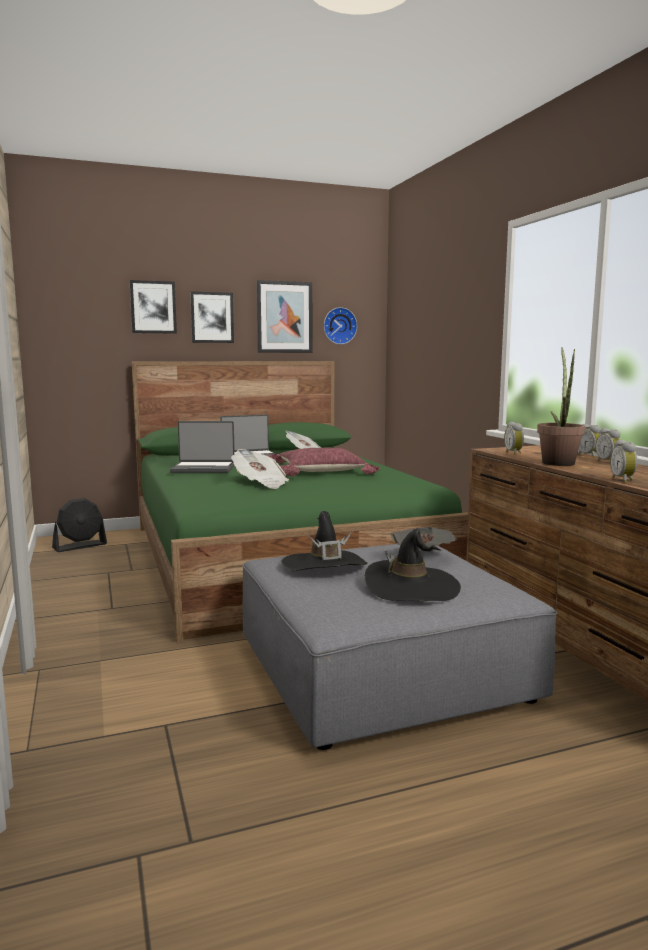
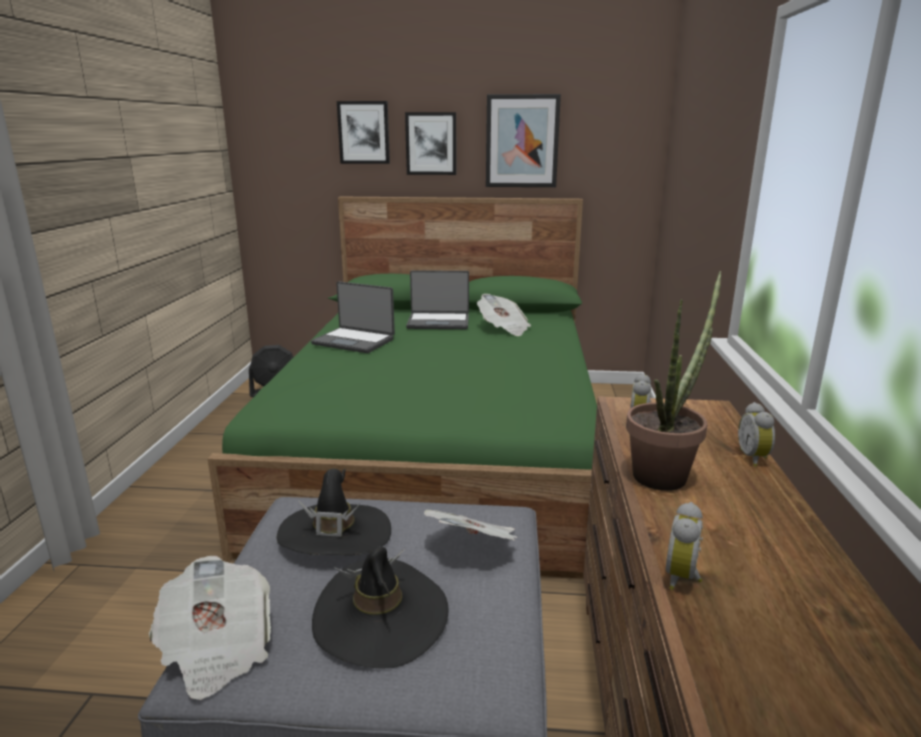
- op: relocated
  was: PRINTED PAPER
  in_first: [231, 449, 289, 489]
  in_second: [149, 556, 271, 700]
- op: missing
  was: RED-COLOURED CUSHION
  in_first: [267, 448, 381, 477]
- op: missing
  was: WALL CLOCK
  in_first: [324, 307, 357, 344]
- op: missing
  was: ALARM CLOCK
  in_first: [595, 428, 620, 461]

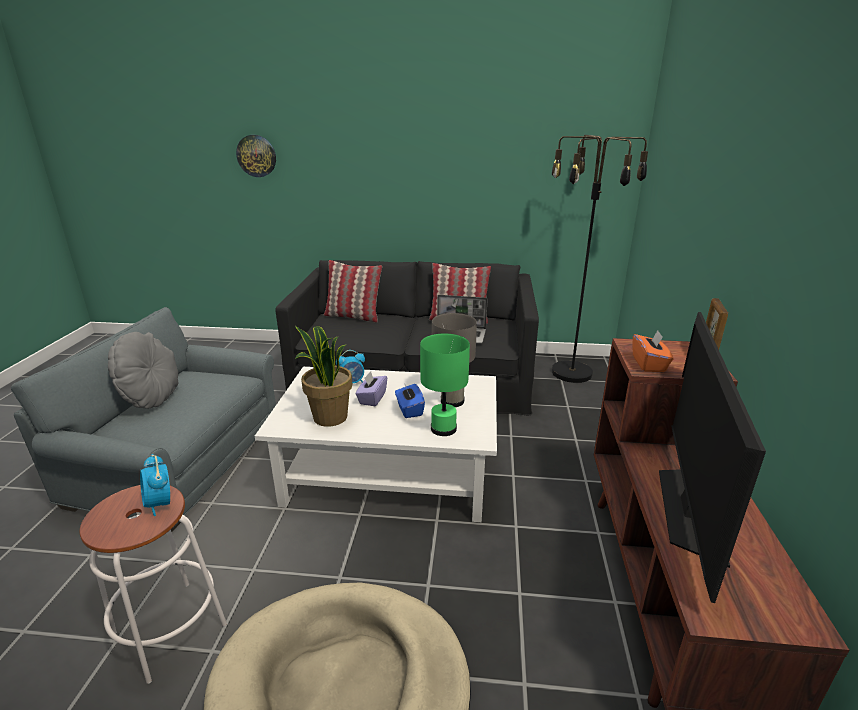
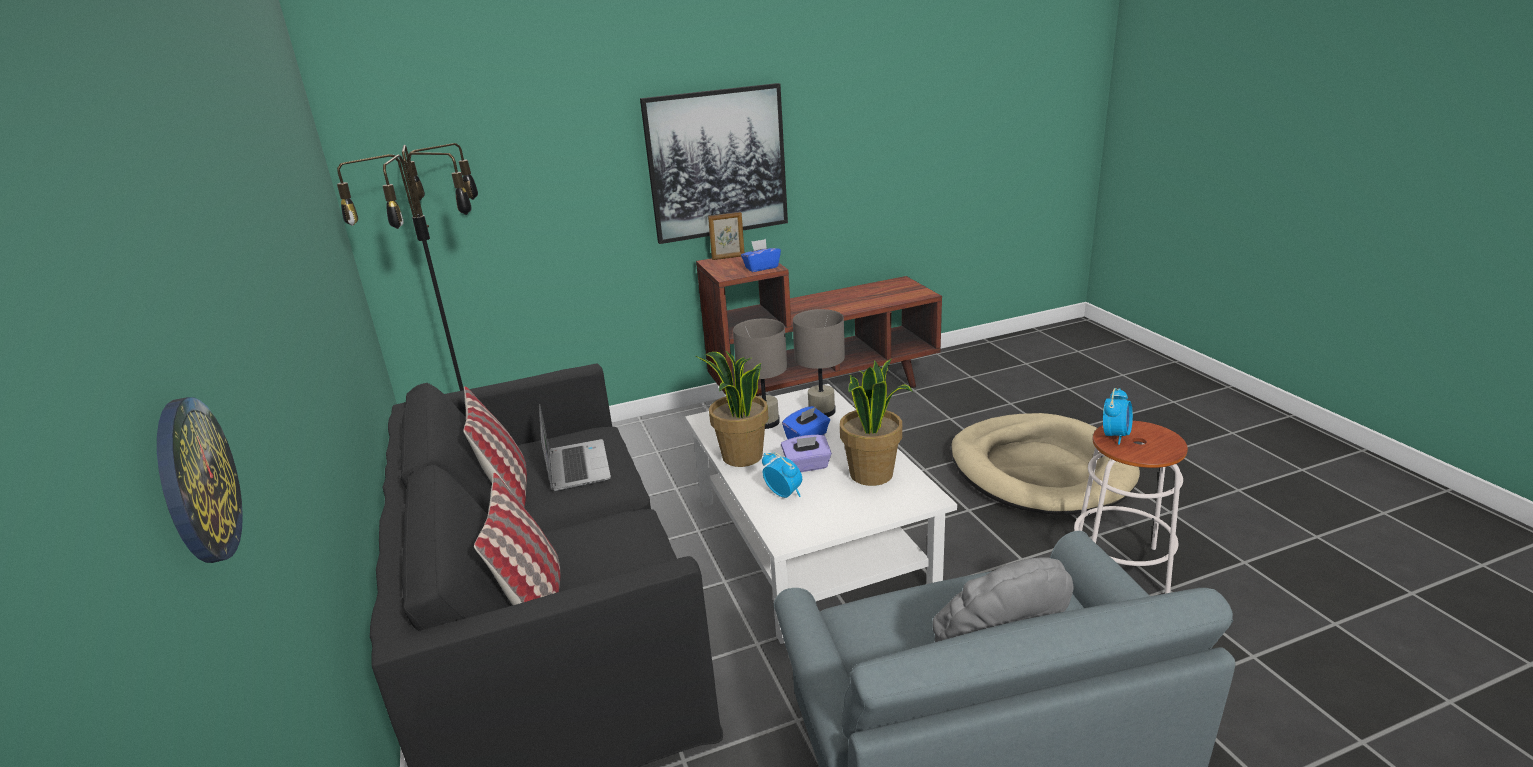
- op: colour
  was: GREEN-COLOURED LAMP FOR A TABLE
  now: GREY LAMP FOR A TABLE
  in_first: [420, 333, 470, 436]
  in_second: [793, 309, 845, 417]
- op: colour
  was: ORANGE-COLOURED TISSUE BOX
  now: BLUE-COLOURED TISSUE BOX
  in_first: [632, 330, 673, 372]
  in_second: [741, 239, 781, 272]
- op: missing
  was: TV SET
  in_first: [659, 312, 766, 603]
- op: appeared
  now: WALL PICTURE
  in_second: [640, 83, 788, 244]
- op: appeared
  now: HOUSEPLANT
  in_second: [696, 350, 769, 467]

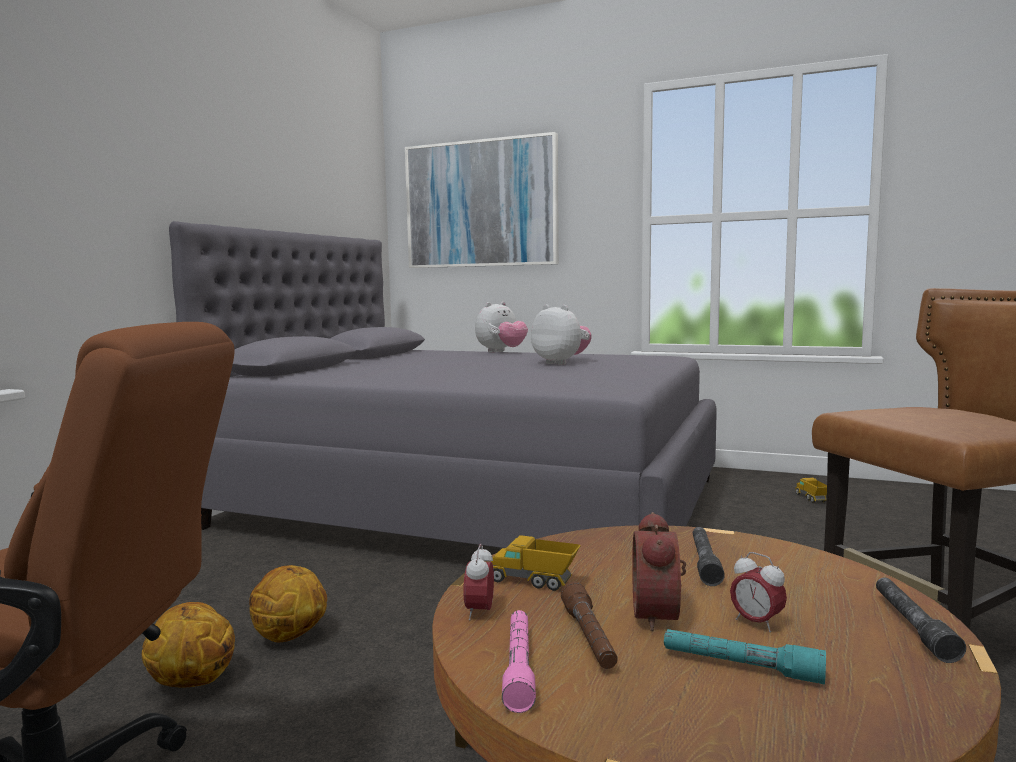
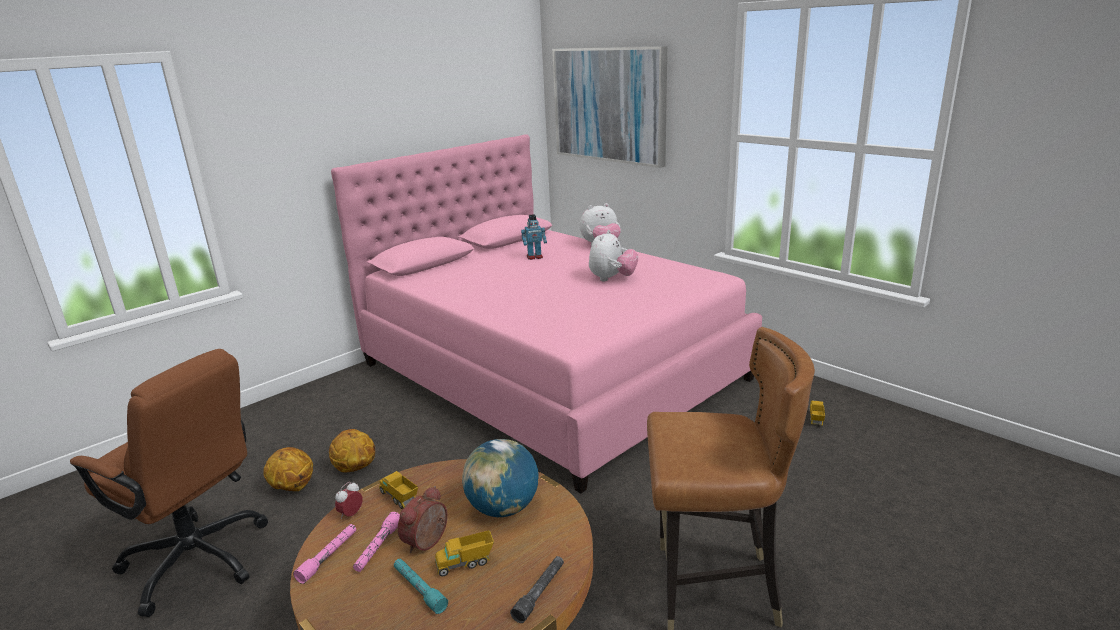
- op: colour
  was: GREY SLEEPING BED
  now: PINKISH SLEEPING BED
  in_first: [169, 221, 717, 548]
  in_second: [331, 134, 762, 493]
- op: spun
  was: CUDDLY TOY
  in_first: [531, 305, 592, 365]
  in_second: [589, 230, 638, 281]
  clockwise: 45
- op: colour
  was: BROWN-COLOURED FLASHLIGHT
  now: PINKISH FLASHLIGHT
  in_first: [561, 582, 618, 669]
  in_second: [353, 512, 400, 572]
- op: exchanged
  was: GREY FLASHLIGHT
  now: GLOBE
  in_first: [693, 527, 725, 586]
  in_second: [462, 439, 539, 517]
- op: exchanged
  was: ALARM CLOCK
  now: TOY TRUCK
  in_first: [730, 552, 787, 632]
  in_second: [435, 530, 494, 577]
- op: appeared
  now: MODEL ROBOT
  in_second: [521, 214, 547, 260]

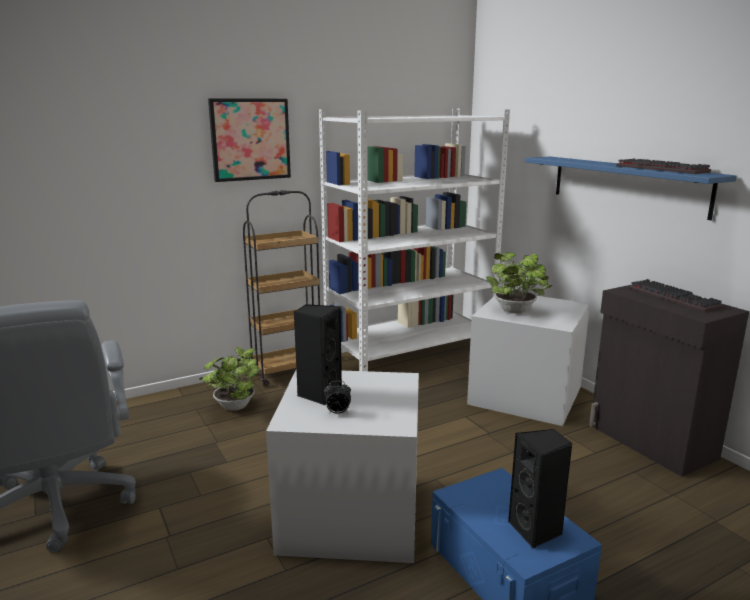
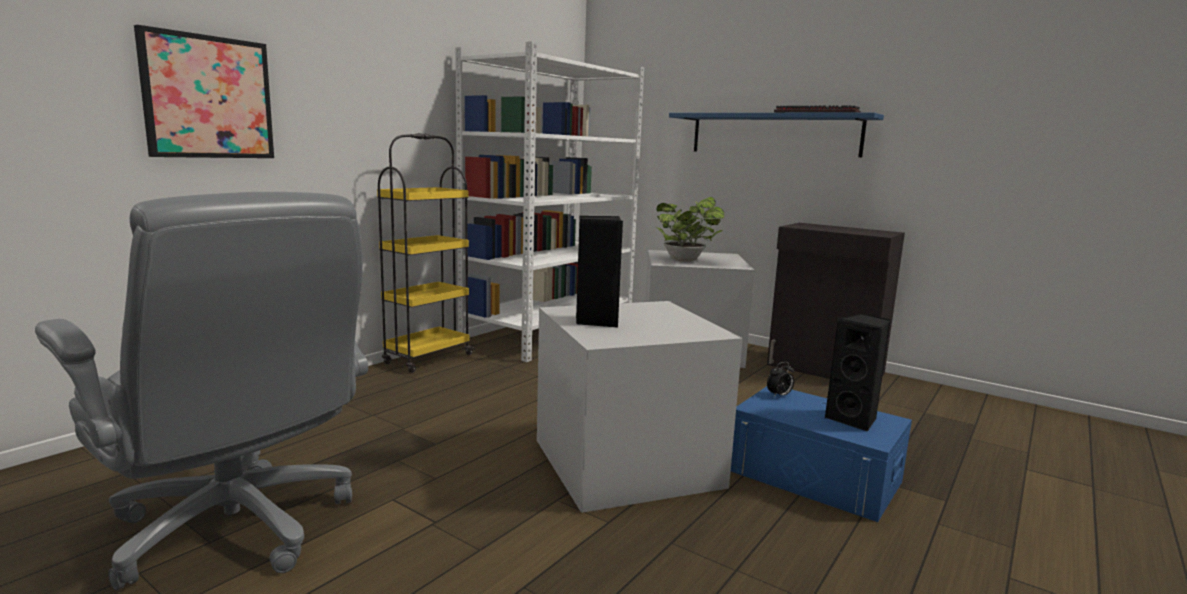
- op: missing
  was: HOUSEPLANT
  in_first: [199, 347, 259, 411]
- op: relocated
  was: WALL PICTURE
  in_first: [208, 98, 291, 182]
  in_second: [134, 25, 274, 158]
- op: colour
  was: BROWN-COLOURED WHEELED CART
  now: YELLOW WHEELED CART
  in_first: [243, 190, 320, 386]
  in_second: [377, 133, 476, 373]
- op: relocated
  was: ALARM CLOCK
  in_first: [324, 381, 351, 414]
  in_second: [767, 362, 794, 397]
- op: missing
  was: KEYBOARD
  in_first: [629, 279, 723, 312]

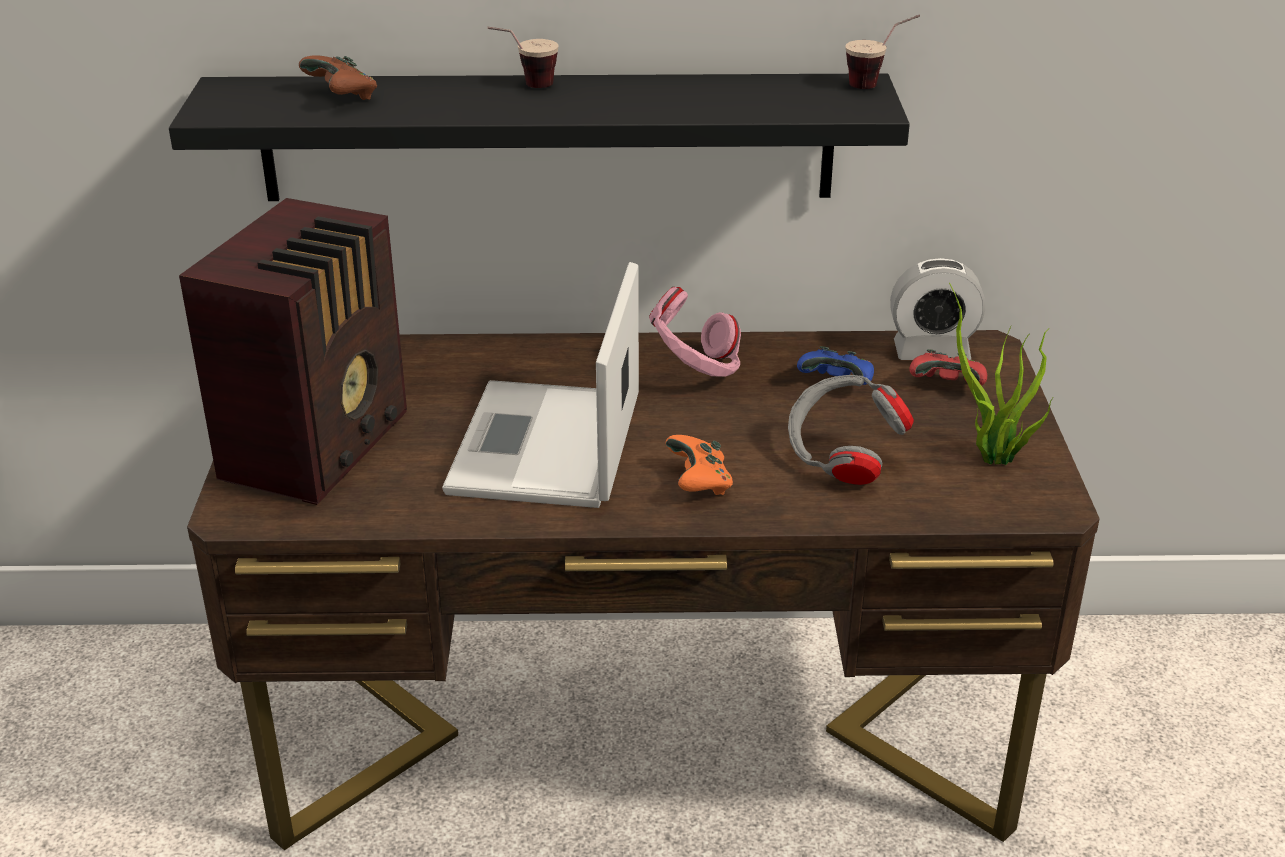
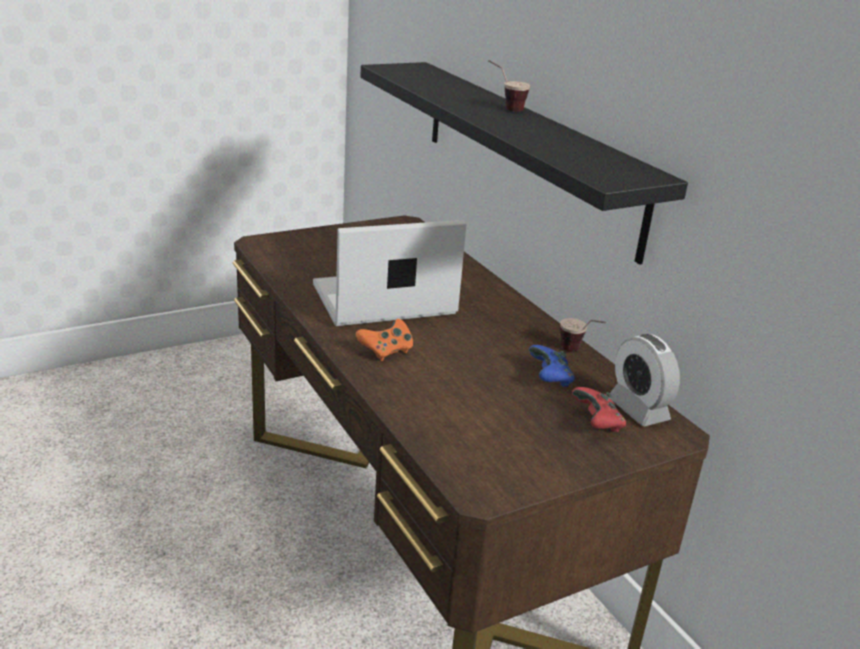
- op: missing
  was: RADIO RECEIVER
  in_first: [179, 198, 407, 505]
- op: missing
  was: BROWN-COLOURED GAME CONTROLLER
  in_first: [299, 56, 377, 100]
- op: missing
  was: PINKISH HEADPHONES
  in_first: [649, 287, 741, 377]
- op: missing
  was: GREY HEADPHONES
  in_first: [788, 375, 914, 485]
- op: relocated
  was: DRINKING CUP
  in_first: [845, 15, 920, 89]
  in_second: [560, 318, 606, 352]
- op: missing
  was: HOUSEPLANT
  in_first: [949, 283, 1053, 465]

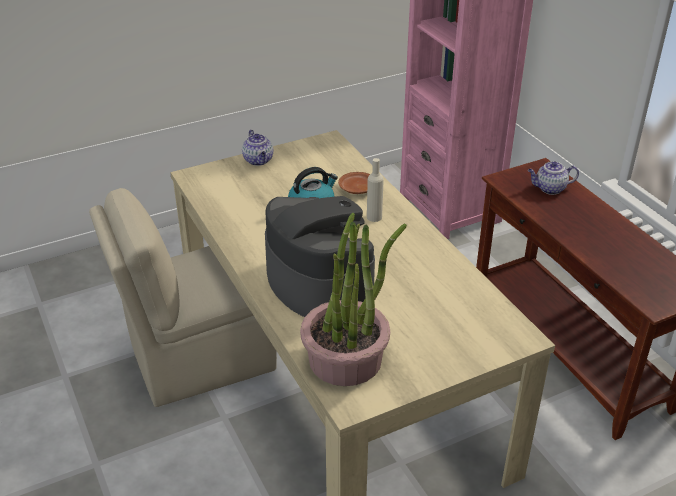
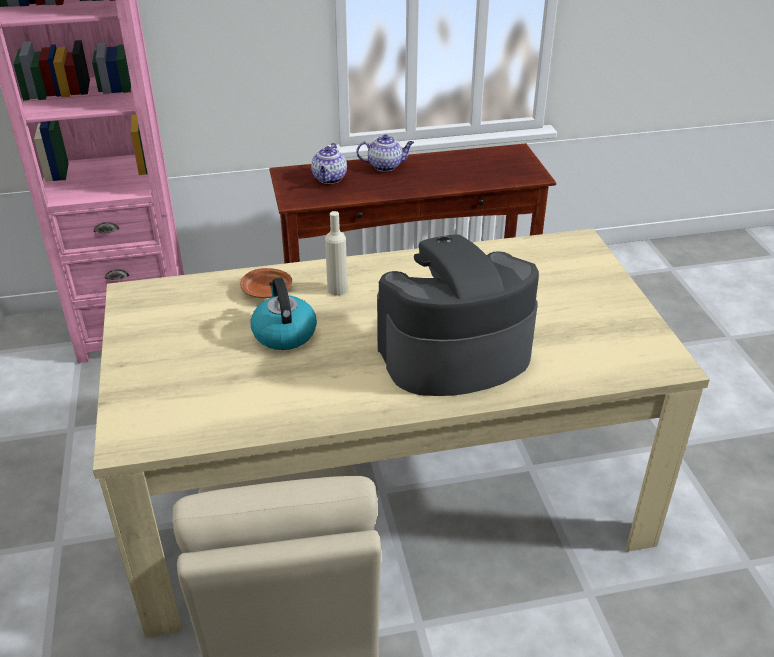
- op: relocated
  was: TEAPOT
  in_first: [242, 130, 273, 166]
  in_second: [356, 135, 414, 172]
- op: missing
  was: HOUSEPLANT
  in_first: [300, 213, 407, 386]

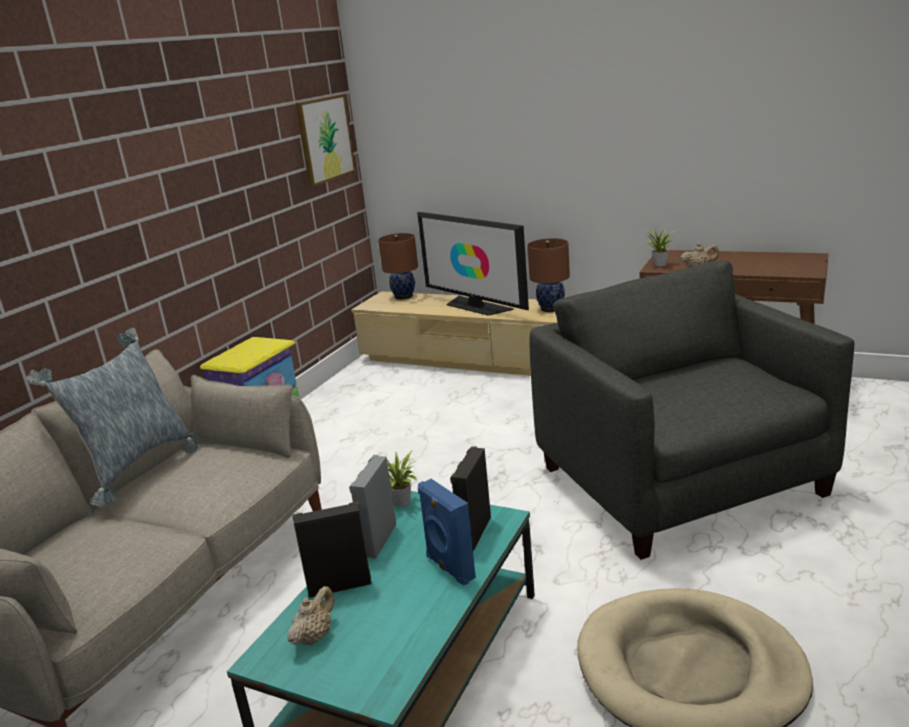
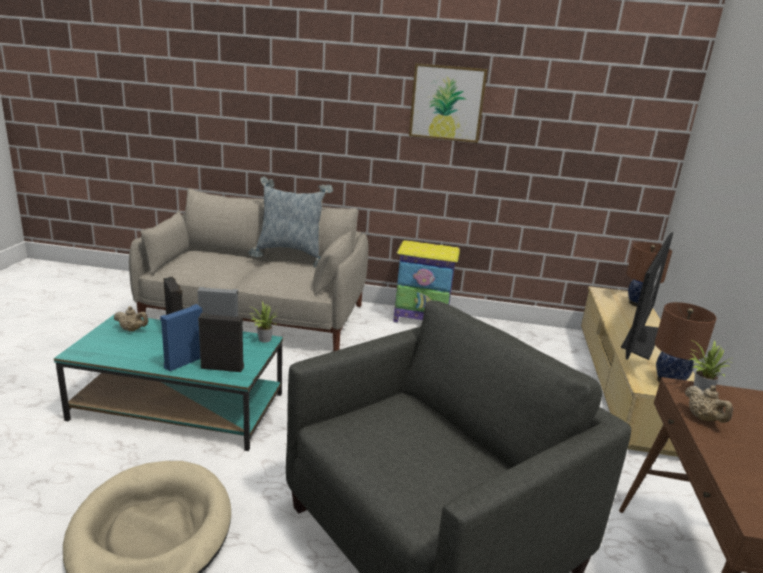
- op: relocated
  was: WALL PICTURE
  in_first: [295, 94, 356, 187]
  in_second: [409, 63, 487, 143]

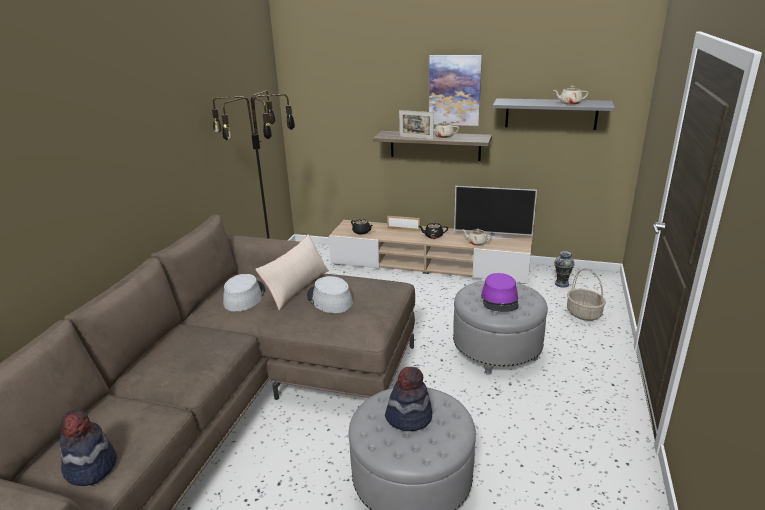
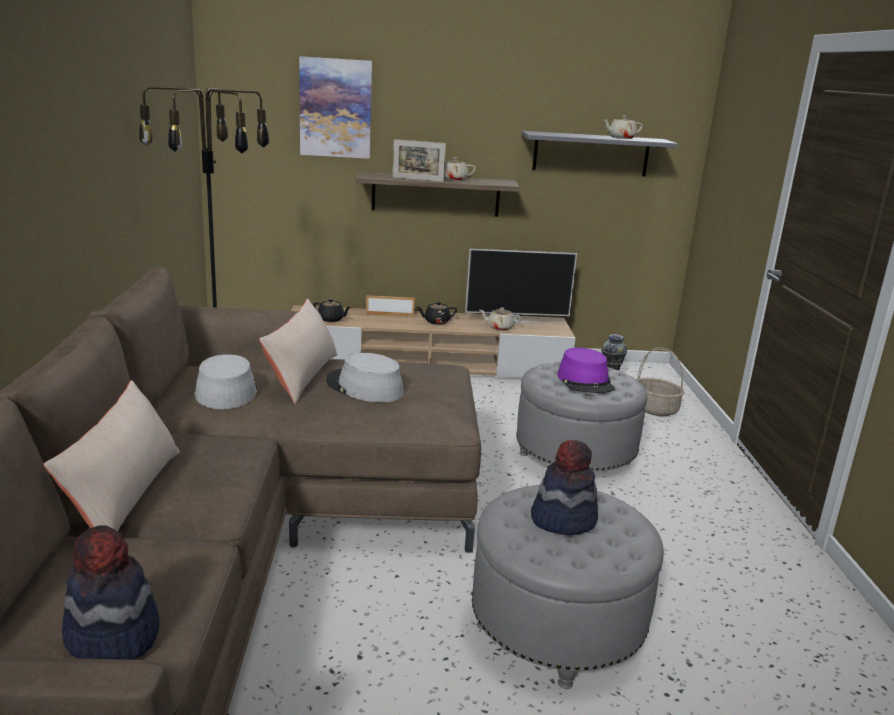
- op: relocated
  was: WALL PICTURE
  in_first: [429, 55, 482, 126]
  in_second: [299, 56, 372, 159]
- op: appeared
  now: BEIGE-COLOURED CUSHION
  in_second: [44, 380, 180, 532]

